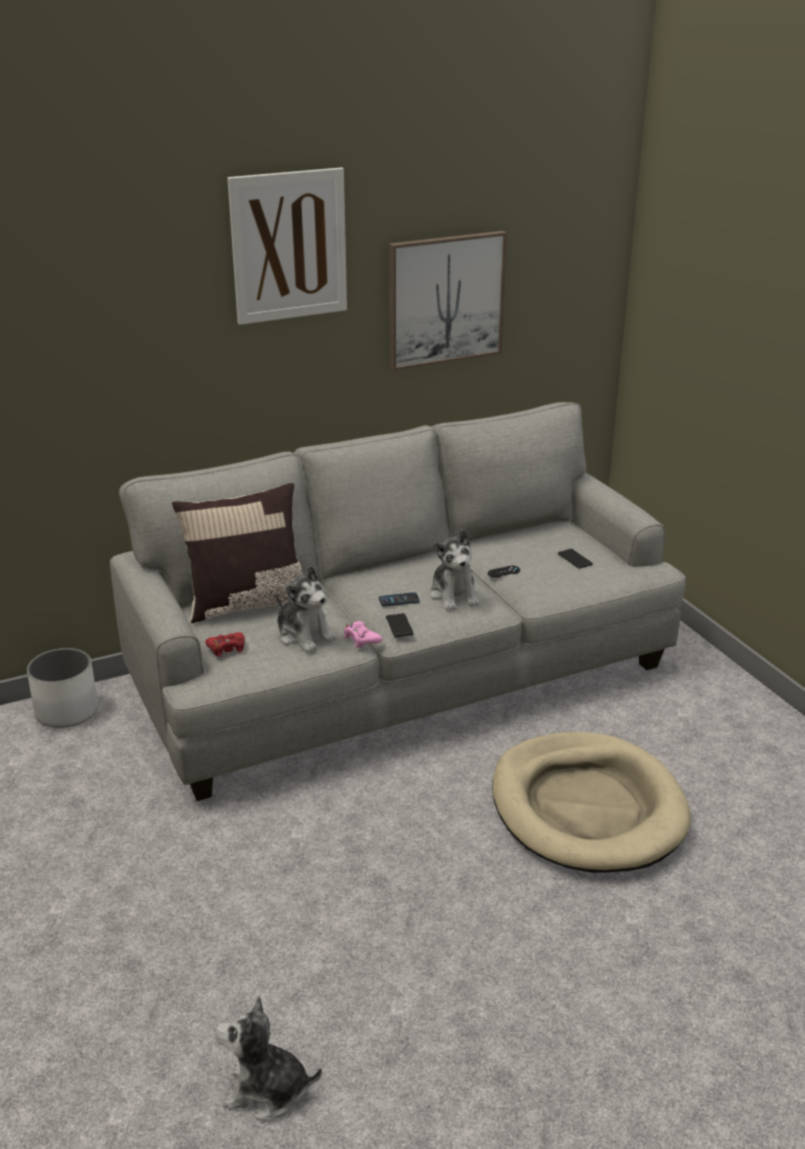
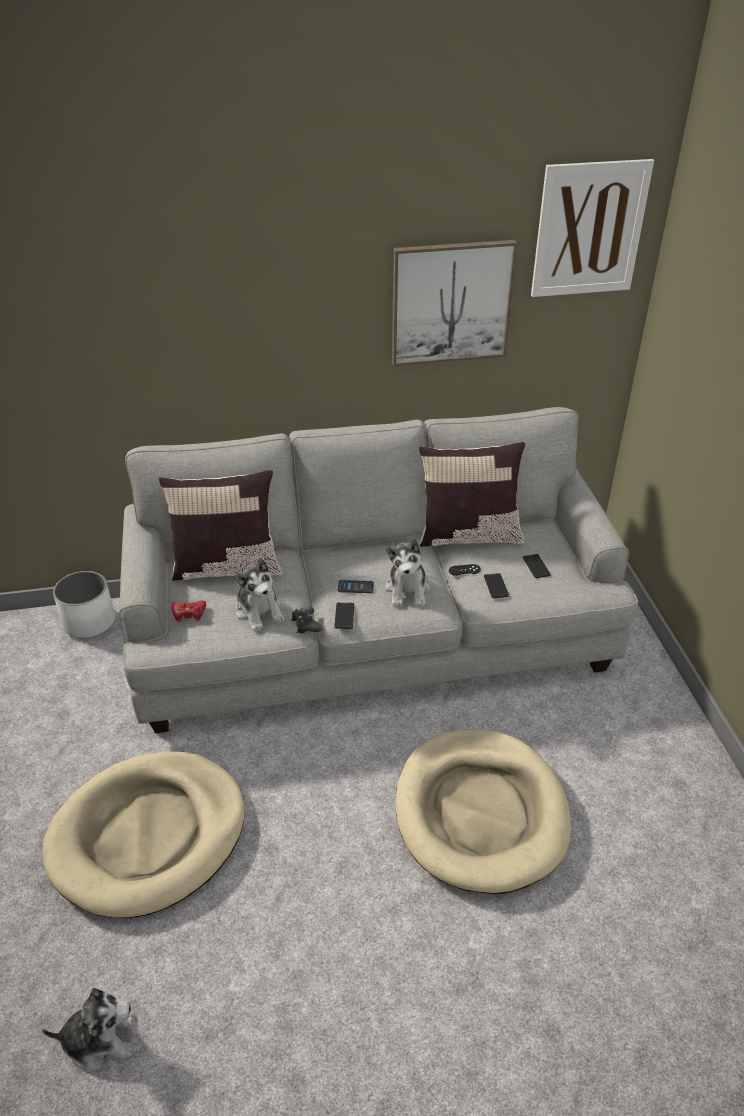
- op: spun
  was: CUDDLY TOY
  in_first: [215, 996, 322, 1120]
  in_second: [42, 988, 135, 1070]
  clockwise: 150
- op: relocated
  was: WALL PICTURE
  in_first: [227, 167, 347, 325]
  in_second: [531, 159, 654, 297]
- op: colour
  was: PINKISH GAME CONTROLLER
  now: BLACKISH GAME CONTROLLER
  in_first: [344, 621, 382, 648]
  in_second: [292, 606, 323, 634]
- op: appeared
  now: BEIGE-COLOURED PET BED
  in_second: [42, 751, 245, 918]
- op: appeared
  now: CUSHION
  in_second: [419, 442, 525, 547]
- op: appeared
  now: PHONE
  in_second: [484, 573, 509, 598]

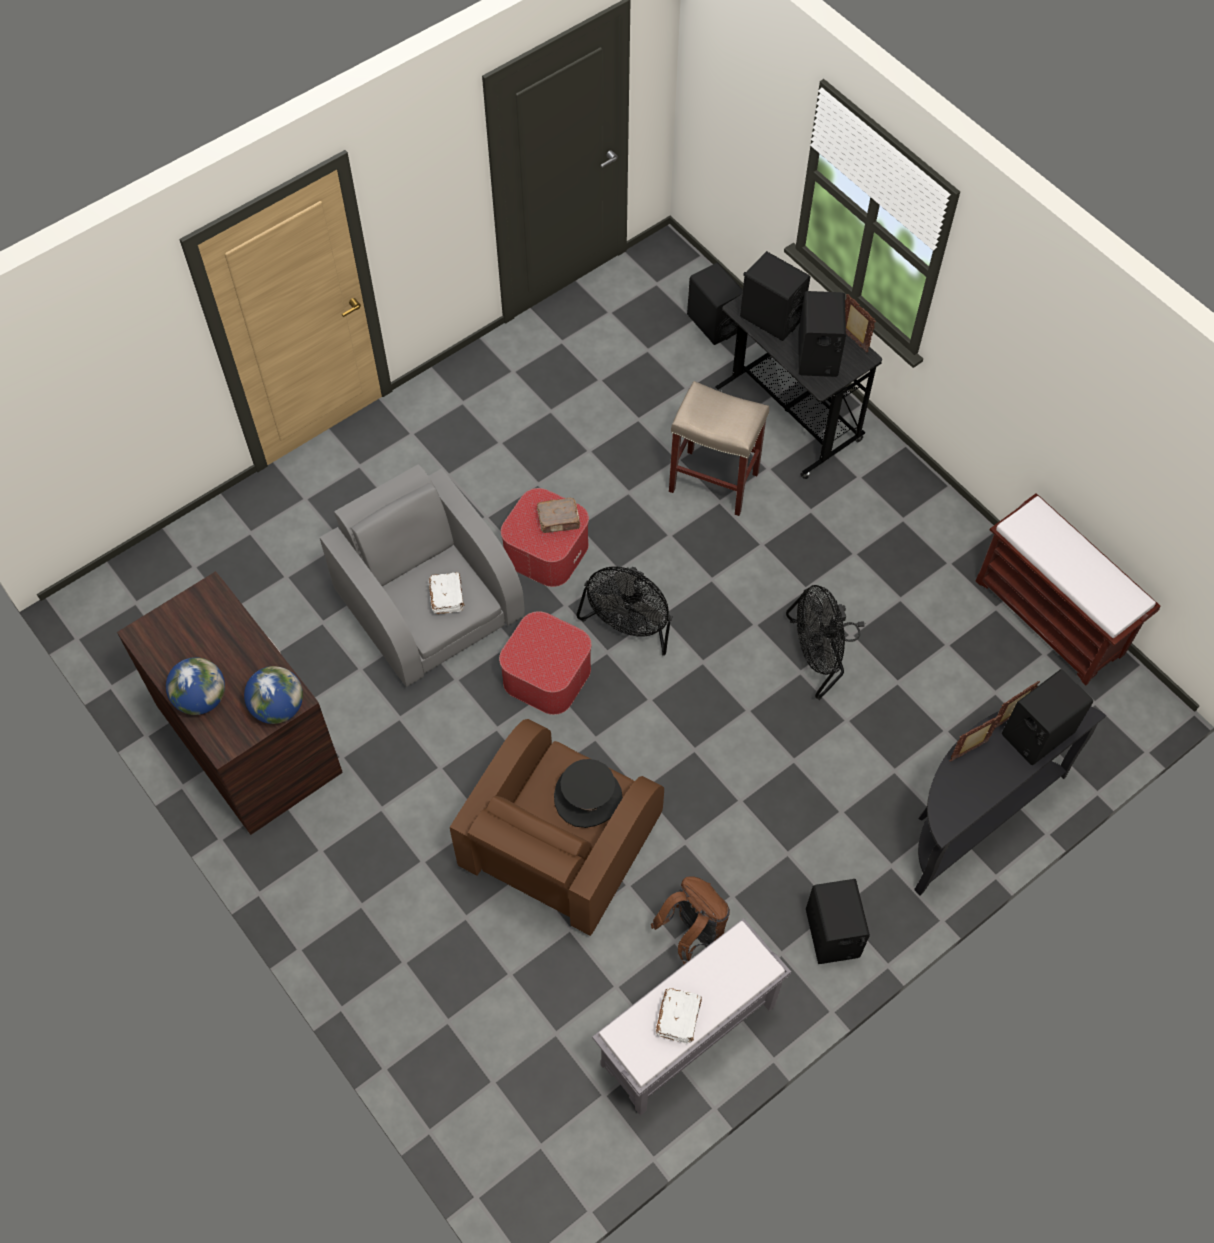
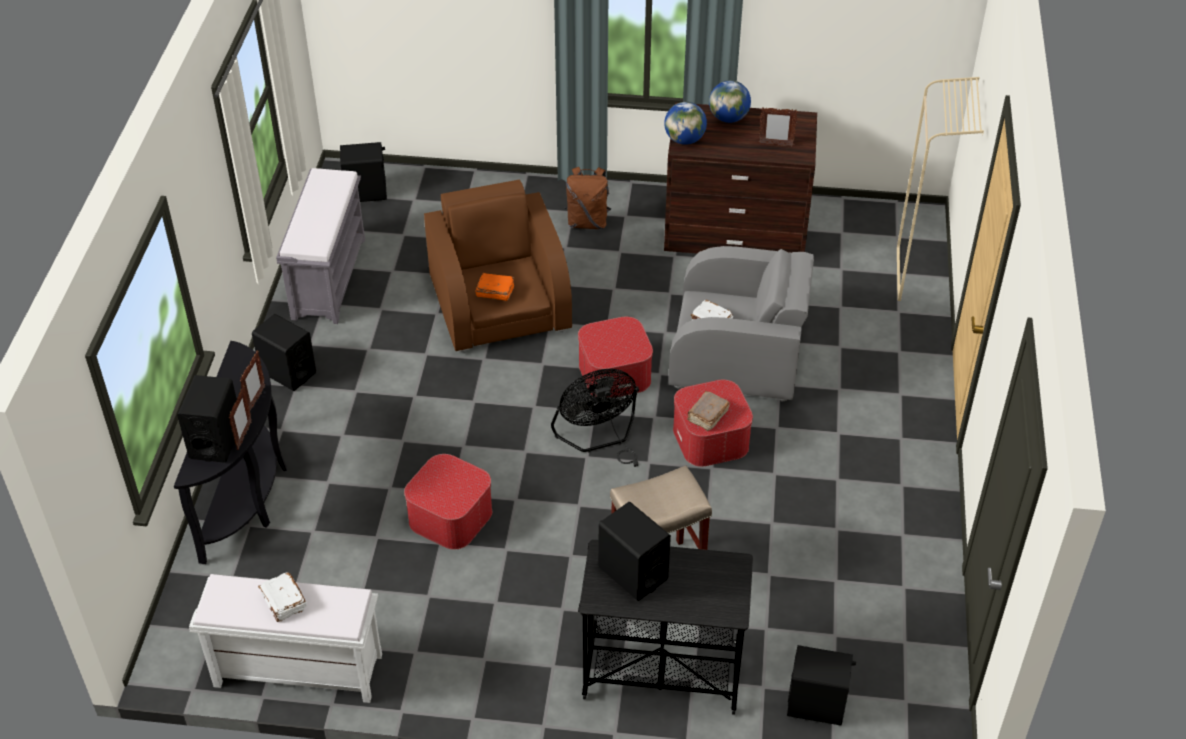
- op: exchanged
  was: BLACKISH CLOTHING HAT
  now: ORANGE-COLOURED VOLUME
  in_first: [554, 759, 622, 828]
  in_second: [475, 273, 514, 301]
- op: relocated
  was: BROWN-COLOURED RUCKSACK
  in_first: [651, 876, 730, 964]
  in_second: [565, 167, 611, 229]
- op: relocated
  was: WHITISH VOLUME
  in_first: [656, 988, 702, 1043]
  in_second: [258, 573, 307, 622]
- op: relocated
  was: BLACKISH AUDIO SPEAKER
  in_first: [740, 251, 811, 341]
  in_second: [340, 142, 387, 202]
- op: exchanged
  was: BLACKISH ELECTRIC FAN
  now: OTTOMAN
  in_first: [786, 585, 865, 700]
  in_second: [404, 454, 492, 549]
- op: relocated
  was: PHOTO FRAME
  in_first: [845, 294, 876, 352]
  in_second: [759, 108, 798, 146]
- op: colour
  was: BROWN-COLOURED BENCH
  now: WHITISH BENCH
  in_first: [976, 493, 1161, 685]
  in_second: [189, 574, 382, 703]
- op: appeared
  now: BEIGE-COLOURED GARMENT RACK
  in_second: [897, 77, 984, 301]

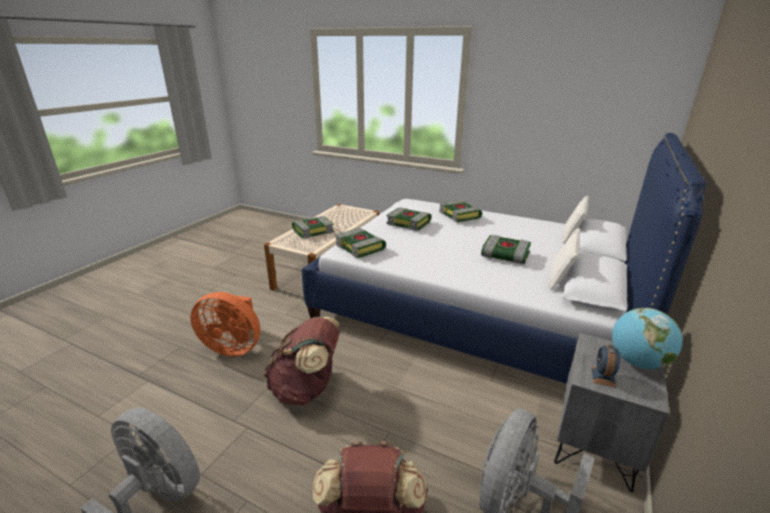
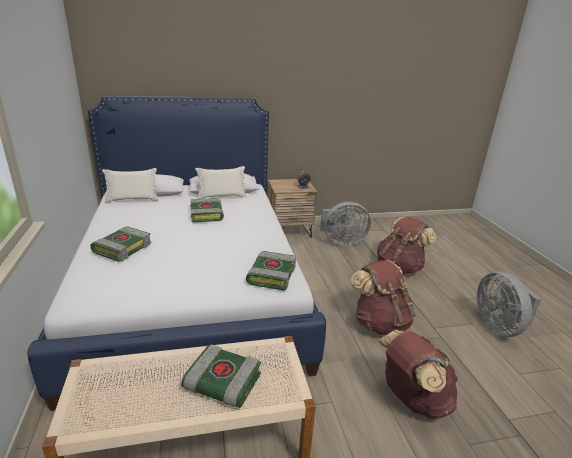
- op: exchanged
  was: ORANGE-COLOURED ELECTRIC FAN
  now: BROWN-COLOURED RUCKSACK
  in_first: [190, 292, 260, 357]
  in_second: [378, 330, 458, 419]
- op: missing
  was: VOLUME
  in_first: [386, 207, 431, 231]
- op: colour
  was: GREY NIGHT TABLE
  now: BROWN-COLOURED NIGHT TABLE
  in_first: [554, 333, 670, 492]
  in_second: [268, 179, 317, 238]
- op: missing
  was: GLOBE
  in_first: [612, 308, 683, 370]

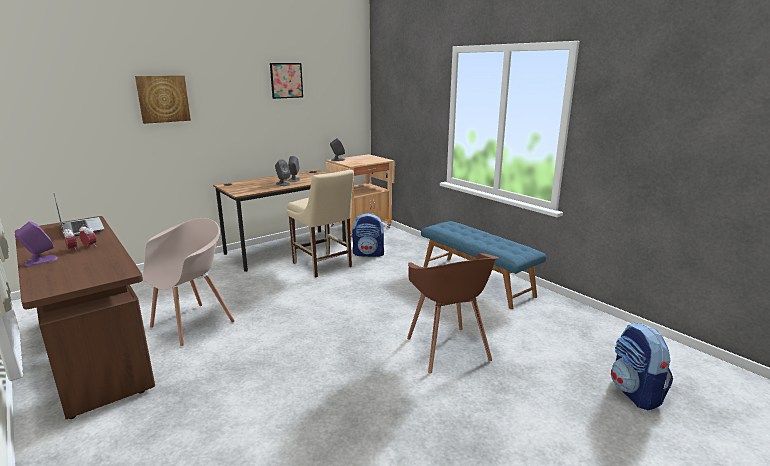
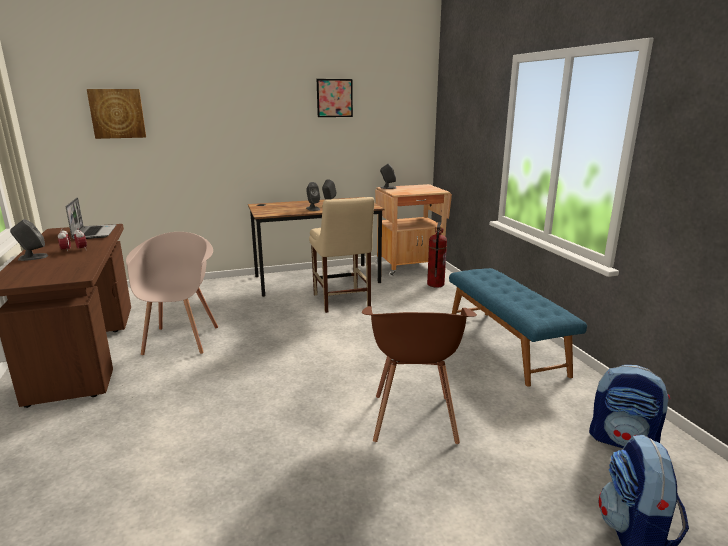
- op: colour
  was: PURPLE AUDIO SPEAKER
  now: GREY AUDIO SPEAKER
  in_first: [15, 221, 58, 266]
  in_second: [10, 219, 48, 261]
- op: relocated
  was: WALL PICTURE
  in_first: [135, 75, 191, 124]
  in_second: [87, 89, 146, 139]
- op: spun
  was: BEIGE-COLOURED CHAIR
  in_first: [143, 218, 235, 346]
  in_second: [126, 232, 218, 355]
  clockwise: -60
- op: relocated
  was: RUCKSACK
  in_first: [352, 213, 385, 257]
  in_second: [589, 365, 670, 448]
- op: appeared
  now: FIRE-FIGHTING CYLINDER
  in_second: [427, 222, 447, 288]

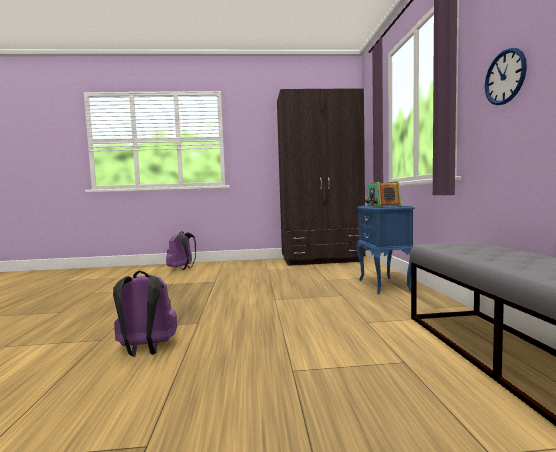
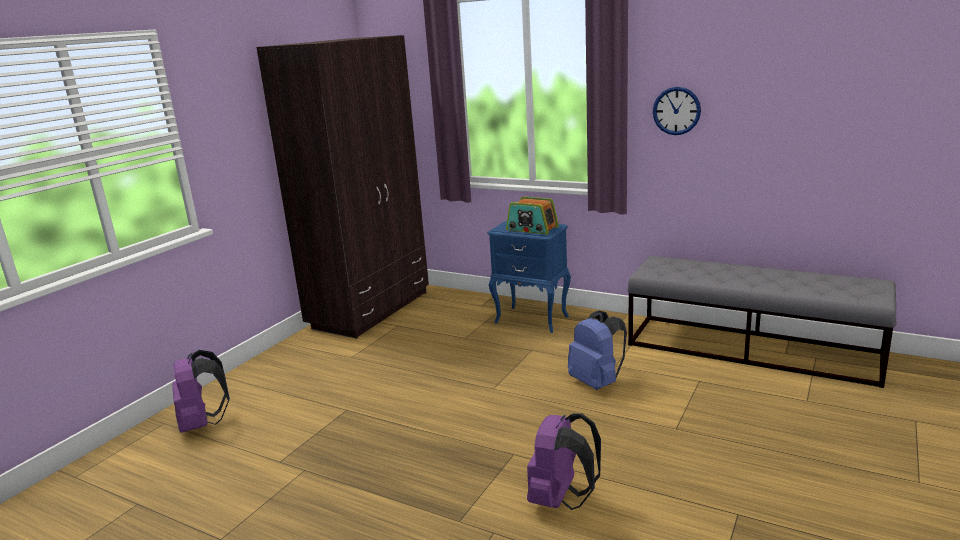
- op: appeared
  now: BLUE-COLOURED RUCKSACK
  in_second: [568, 310, 627, 390]

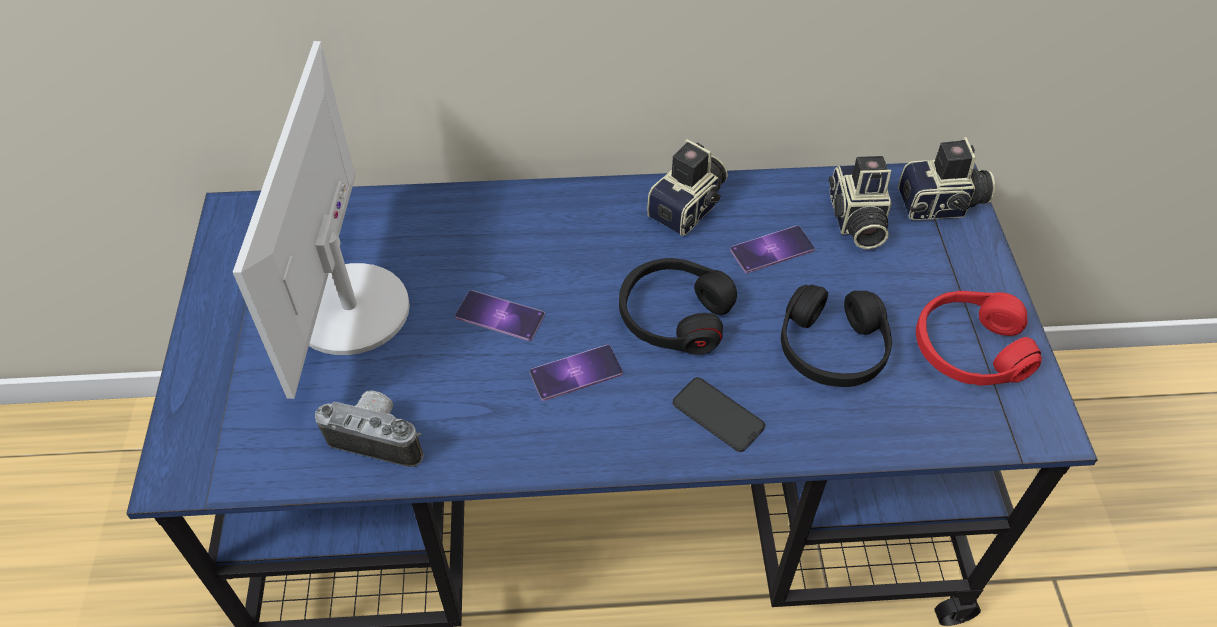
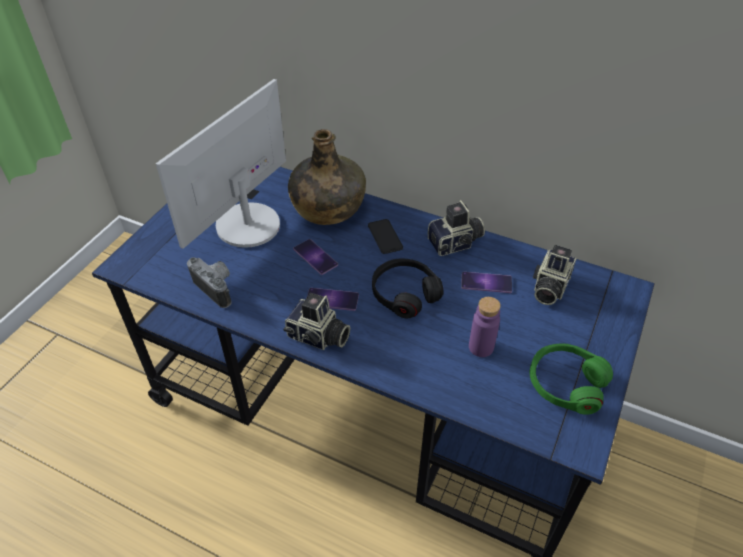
- op: relocated
  was: PHONE
  in_first: [673, 377, 765, 452]
  in_second: [368, 219, 403, 254]
- op: exchanged
  was: BLACKISH HEADPHONES
  now: PURPLE BOTTLE
  in_first: [781, 285, 892, 387]
  in_second: [469, 297, 501, 357]
- op: relocated
  was: STILL CAMERA
  in_first: [898, 137, 995, 220]
  in_second: [283, 293, 350, 350]
- op: colour
  was: RED-COLOURED HEADPHONES
  now: GREEN-COLOURED HEADPHONES
  in_first: [916, 291, 1042, 385]
  in_second: [530, 343, 613, 415]
- op: appeared
  now: GREEN-COLOURED BOTTLE
  in_second: [288, 129, 366, 225]

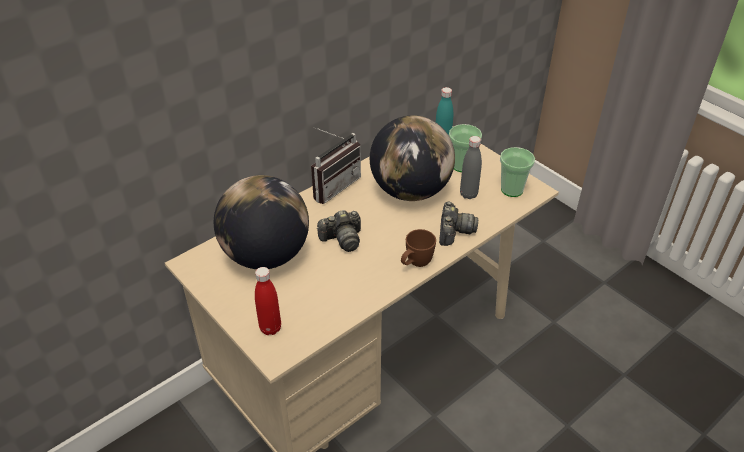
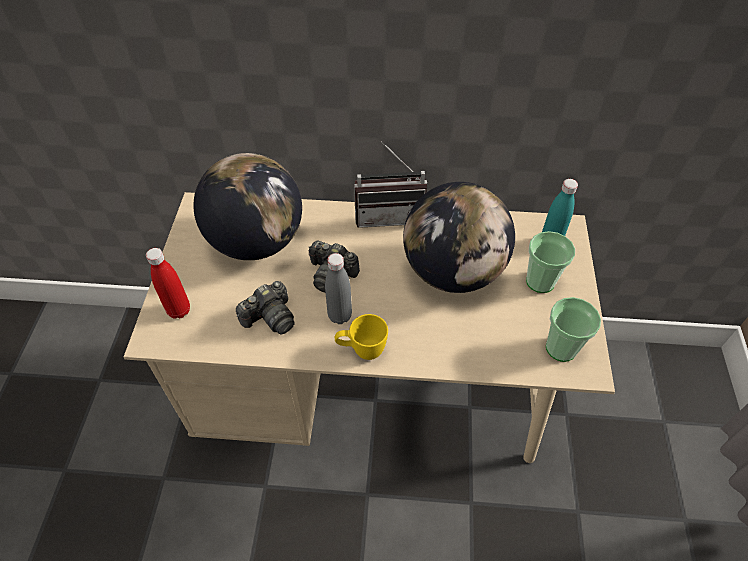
- op: colour
  was: BROWN-COLOURED COFFEE MUG
  now: YELLOW COFFEE MUG
  in_first: [401, 229, 436, 267]
  in_second: [335, 314, 388, 360]
- op: relocated
  was: STILL CAMERA
  in_first: [439, 202, 478, 246]
  in_second: [236, 281, 295, 334]
- op: relocated
  was: GREY BOTTLE
  in_first: [460, 136, 482, 199]
  in_second: [325, 253, 352, 324]

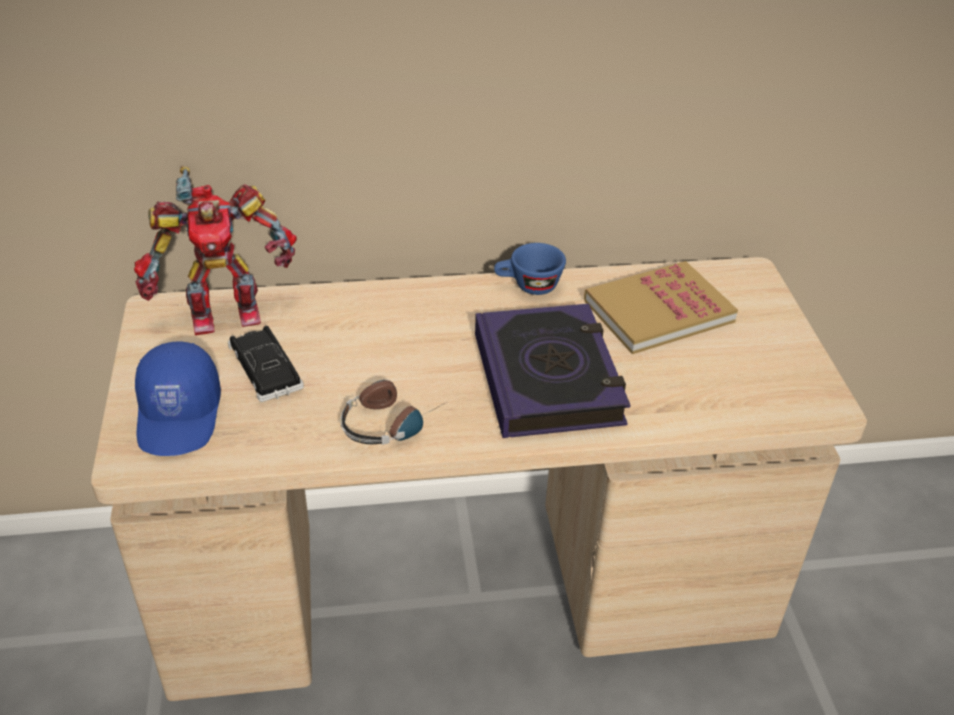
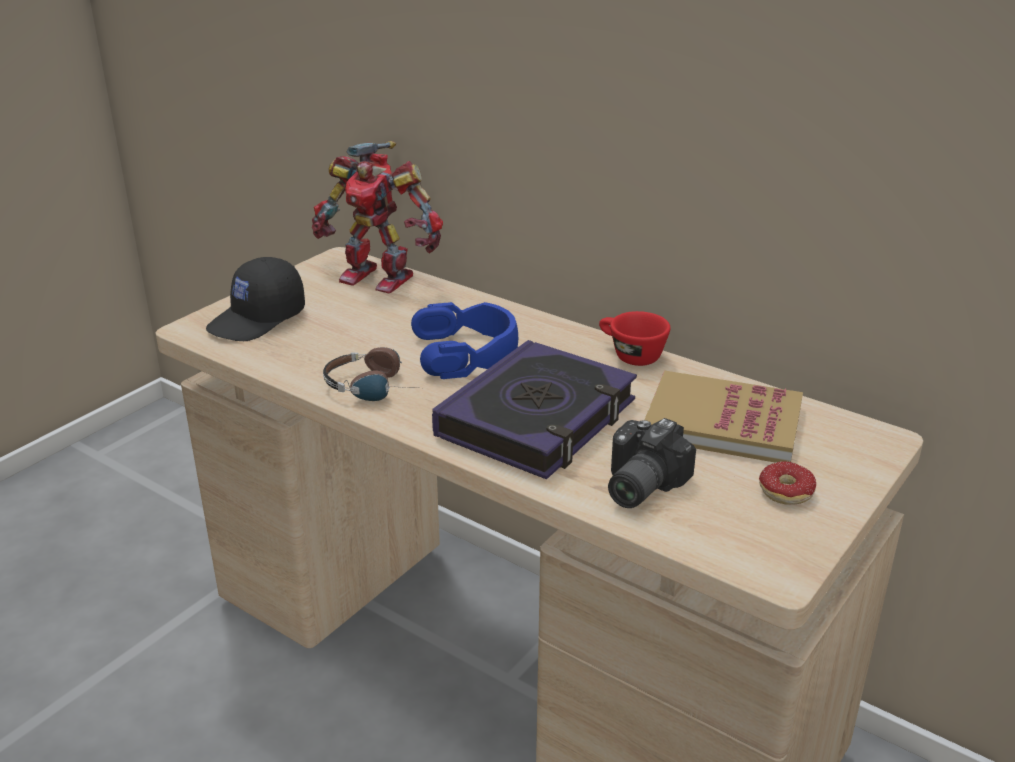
- op: colour
  was: BLUE-COLOURED PEAKED CAP
  now: BLACKISH PEAKED CAP
  in_first: [135, 341, 221, 456]
  in_second: [206, 257, 305, 341]
- op: missing
  was: BLACKISH MODEL CAR
  in_first: [228, 326, 304, 402]
- op: colour
  was: BLUE-COLOURED DRINKING CUP
  now: RED-COLOURED DRINKING CUP
  in_first: [494, 243, 566, 295]
  in_second: [599, 311, 671, 366]
- op: appeared
  now: BLUE-COLOURED HEADPHONES
  in_second: [411, 302, 518, 379]
- op: appeared
  now: STILL CAMERA
  in_second: [608, 418, 696, 508]
- op: appeared
  now: DONUT
  in_second: [733, 461, 816, 505]

